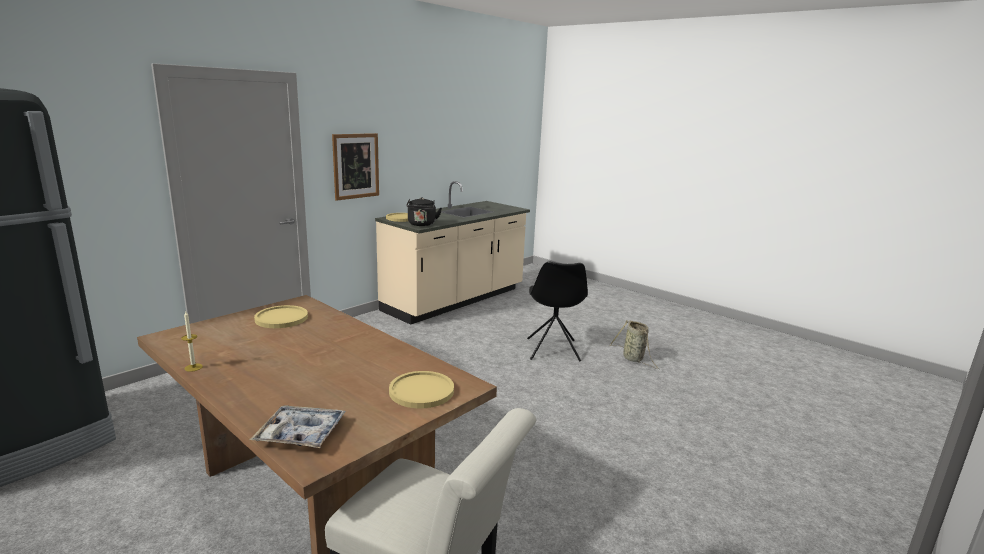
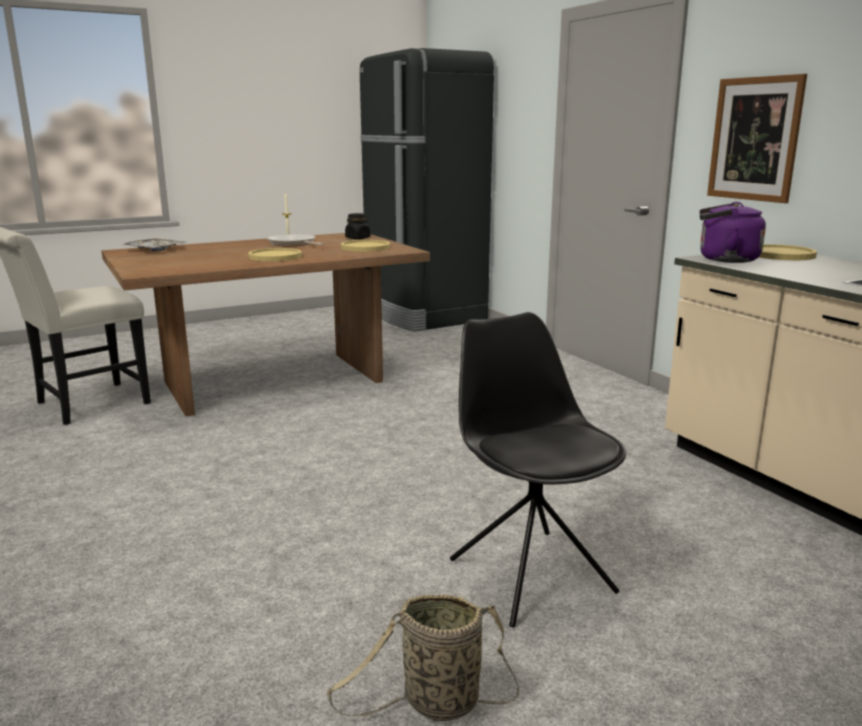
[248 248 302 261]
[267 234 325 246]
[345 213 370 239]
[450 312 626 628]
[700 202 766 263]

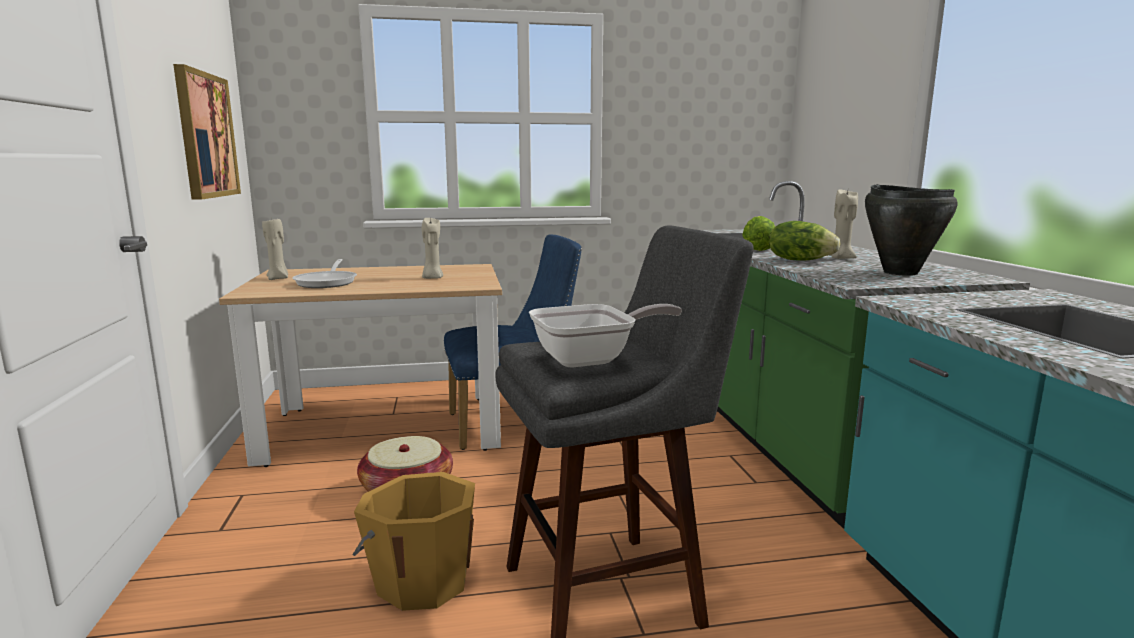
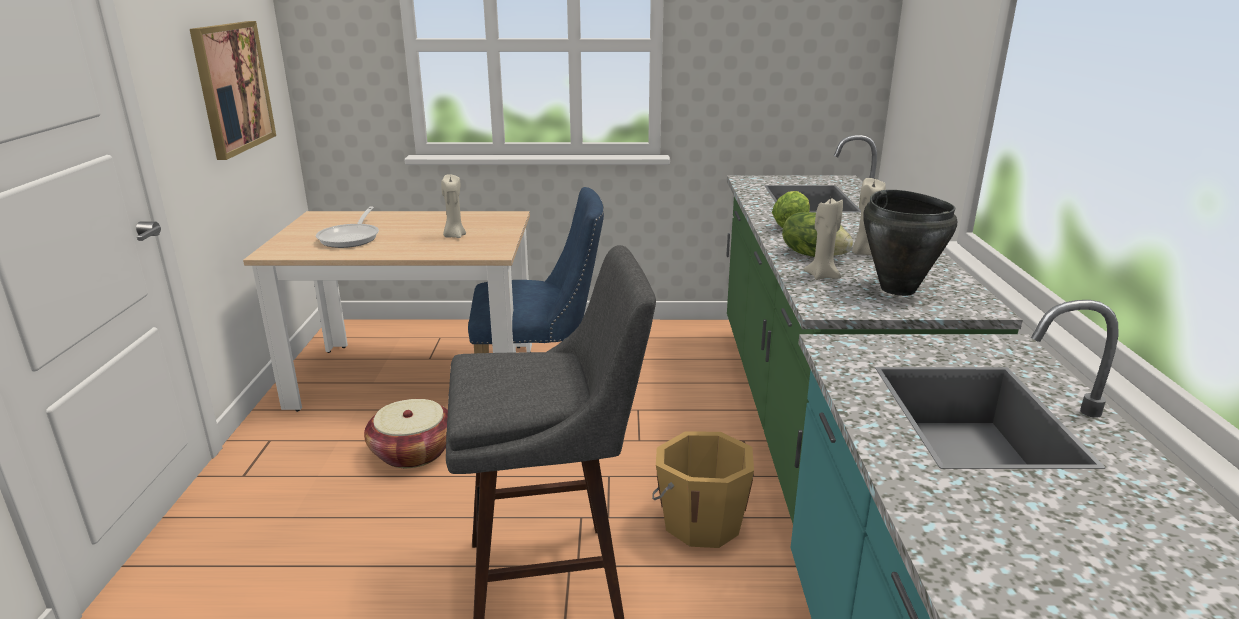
[652 431 754 548]
[803 198 843 280]
[529 304 682 368] (first image)

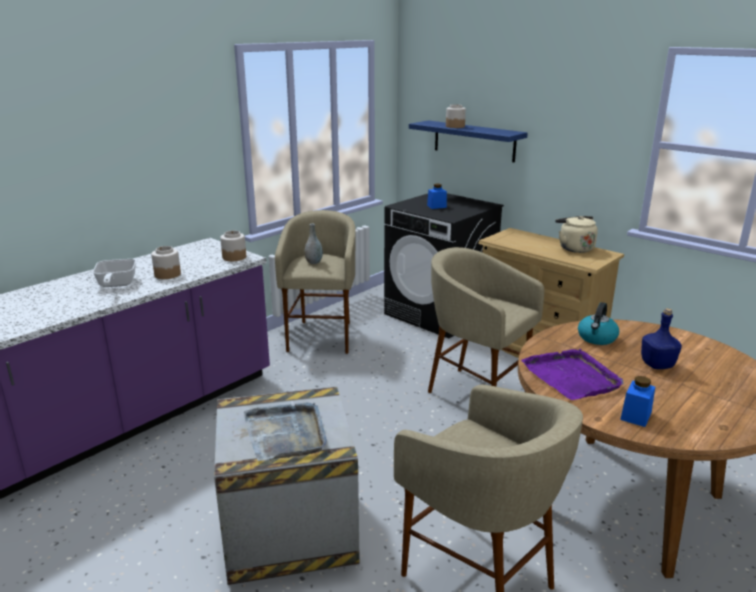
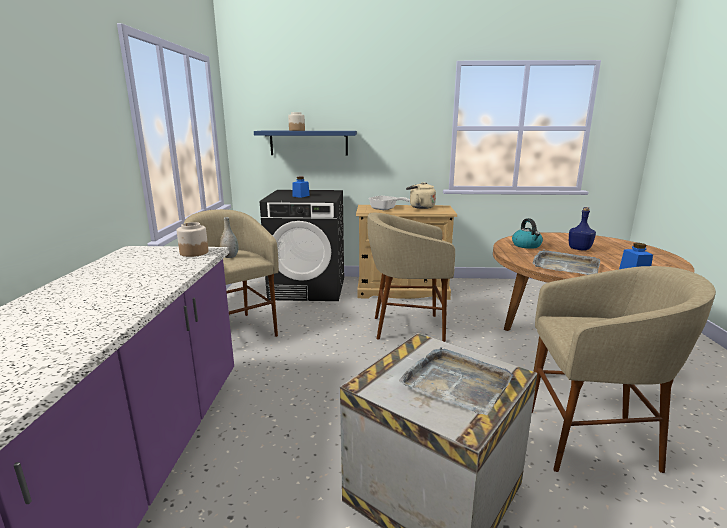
[369 196 410 210]
[533 249 600 275]
[151 246 181 279] (first image)

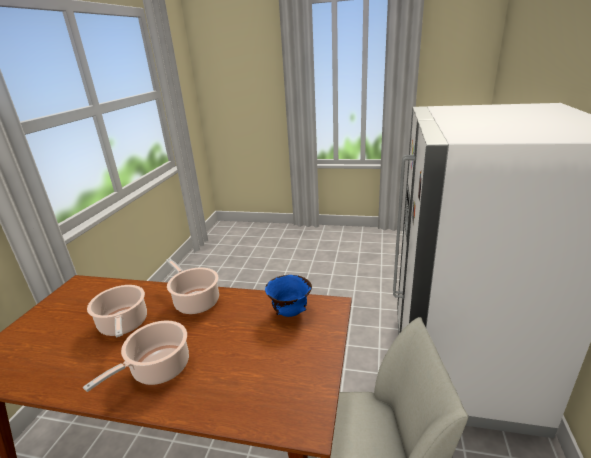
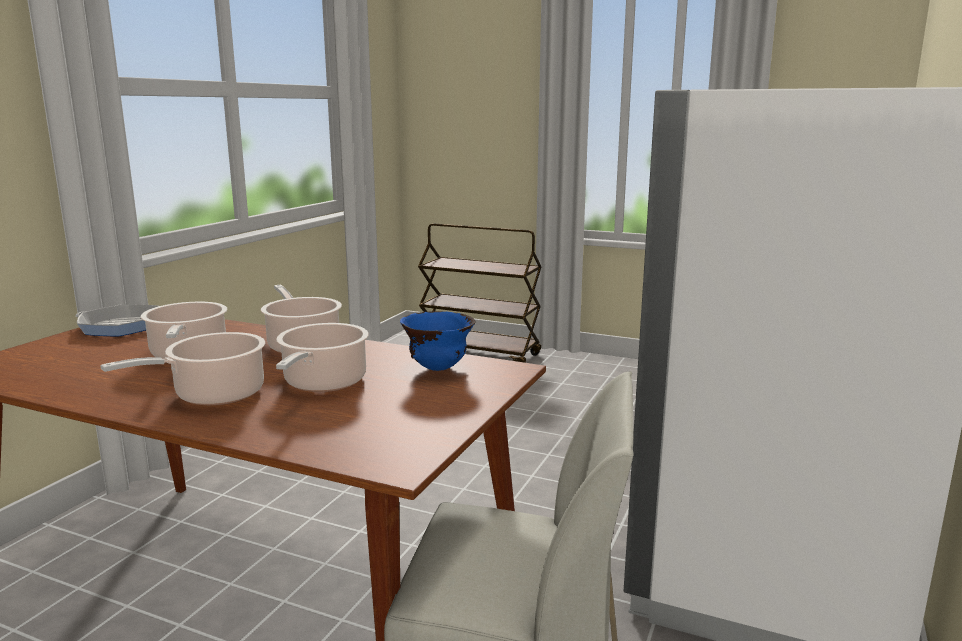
[75 304 158 336]
[276 323 369 392]
[418 224 542 363]

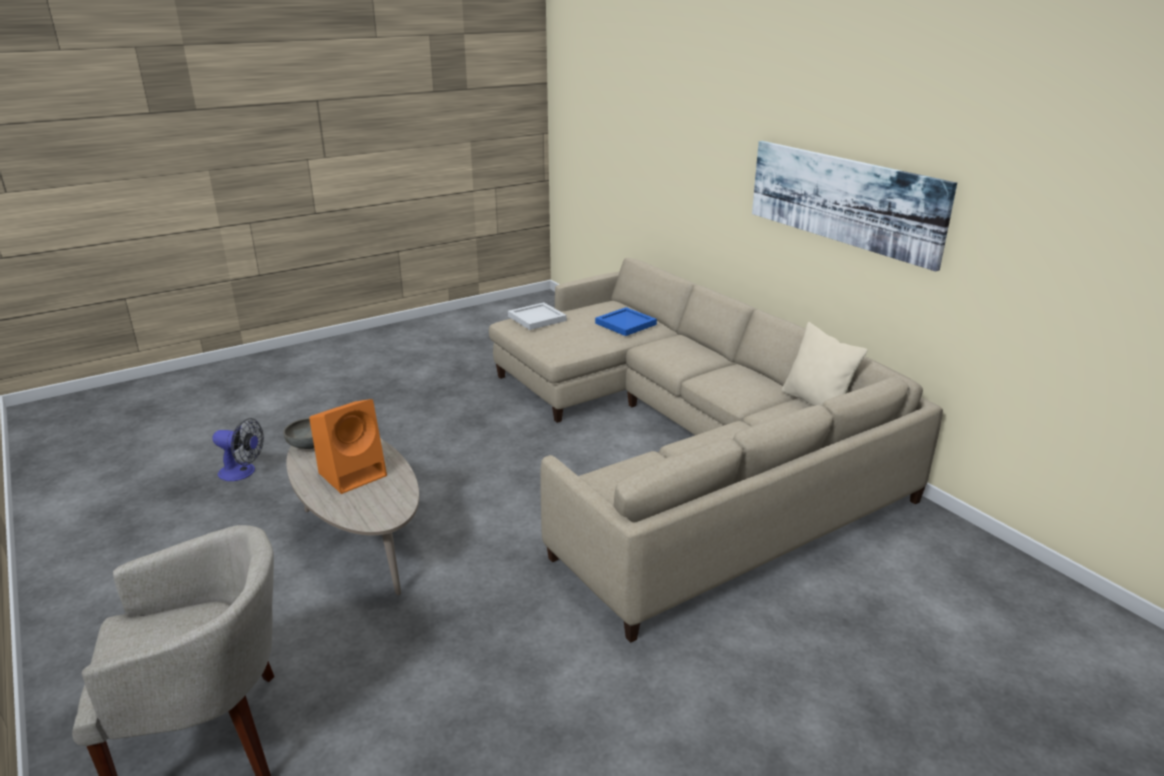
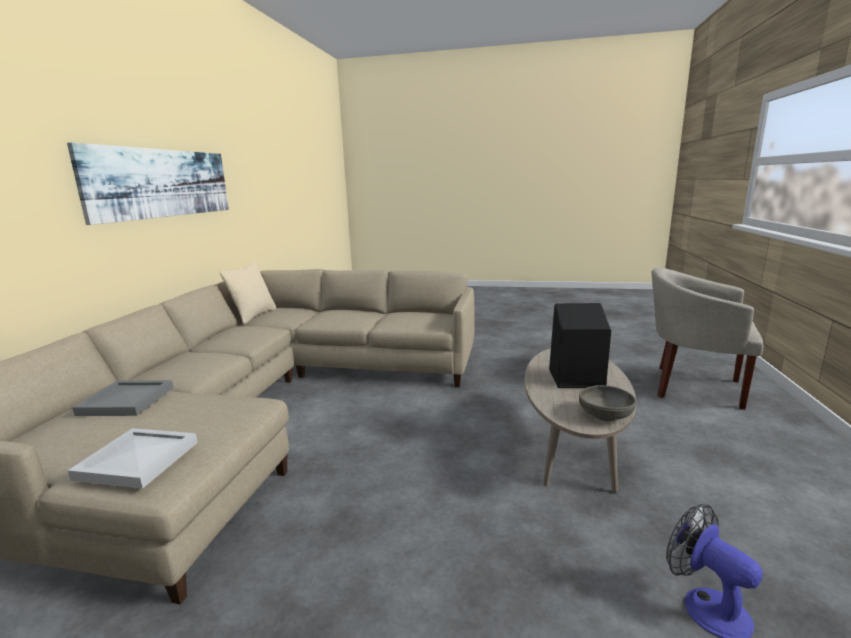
[72 380 174 416]
[549 303 611 388]

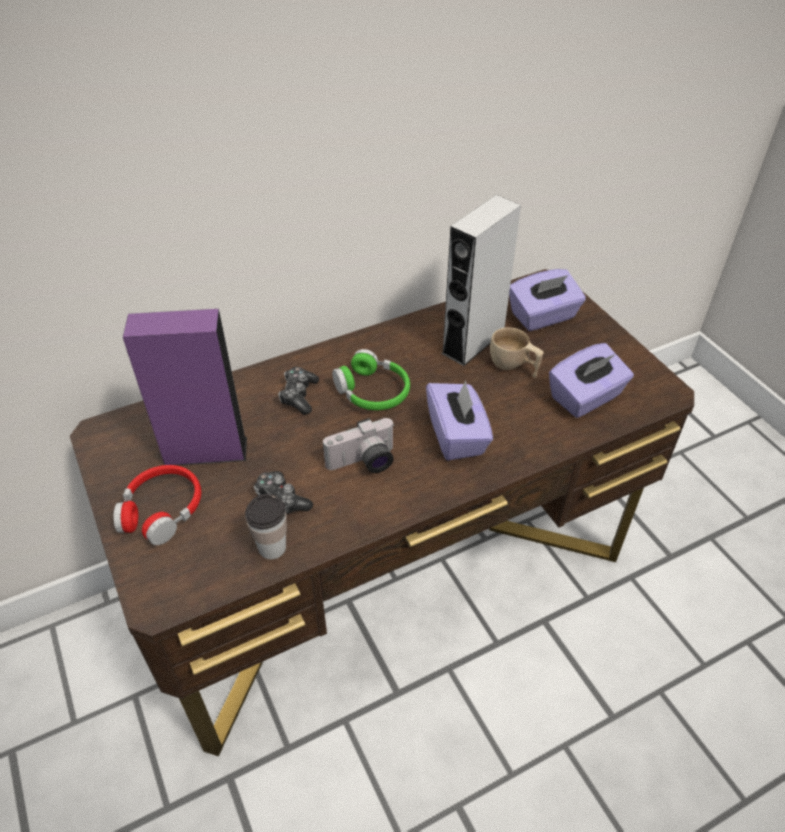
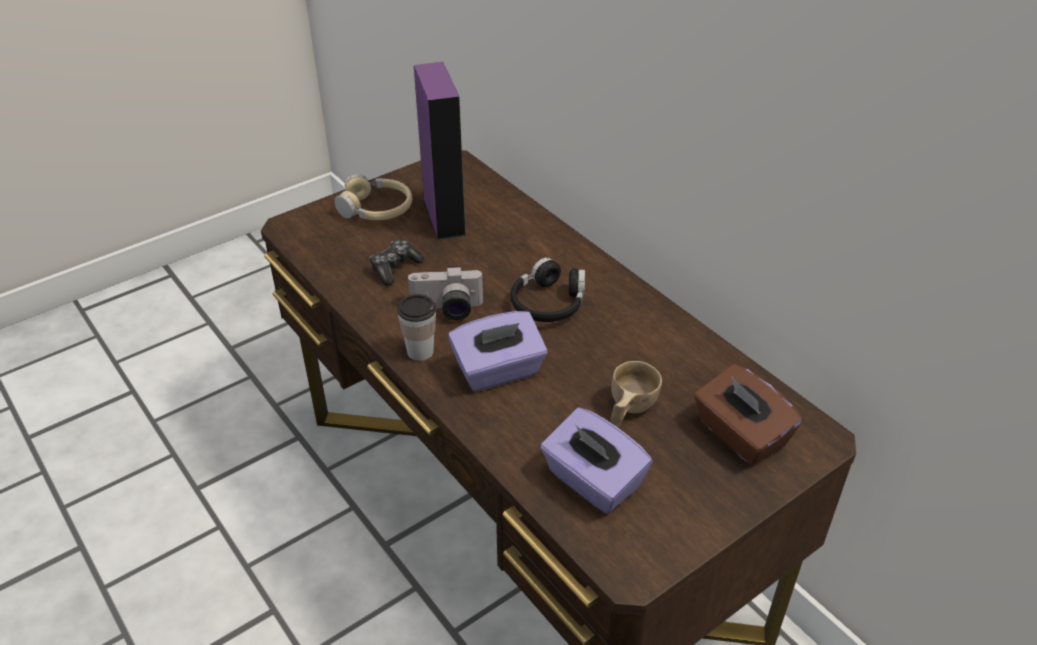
[334 174 412 220]
[397 294 436 361]
[407 266 484 320]
[511 257 585 322]
[694 364 802 465]
[278 367 319 414] (first image)
[441 195 521 366] (first image)

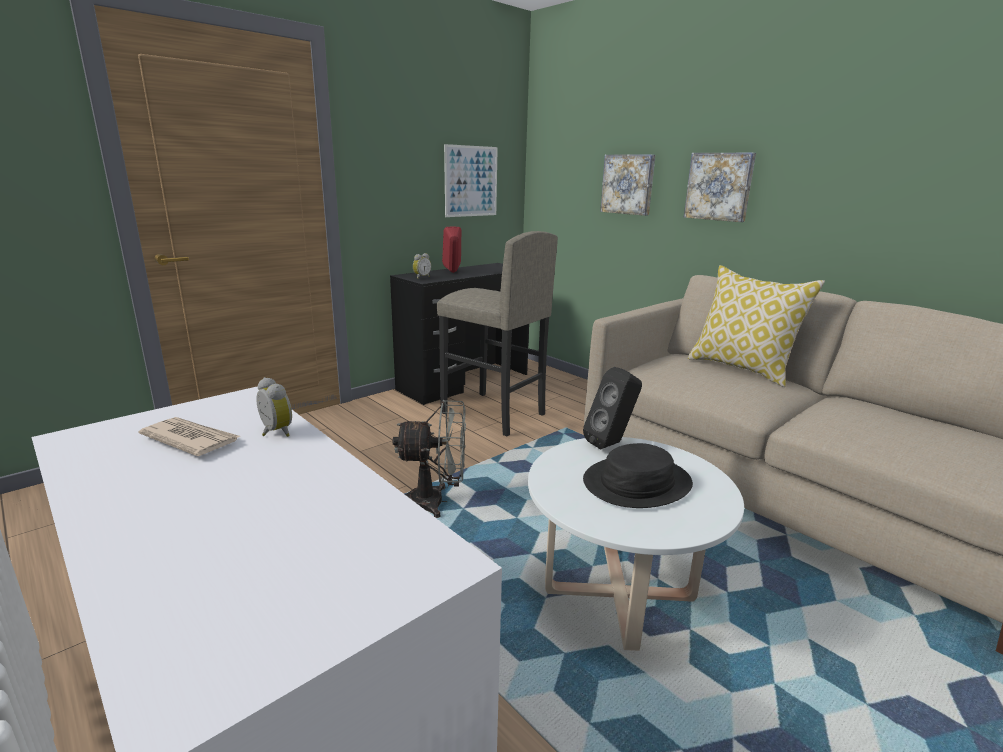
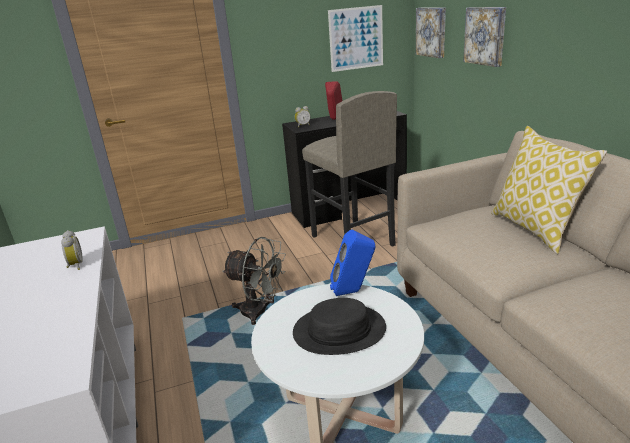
[330 230 375 296]
[416 7 446 58]
[138 417 240 456] (first image)

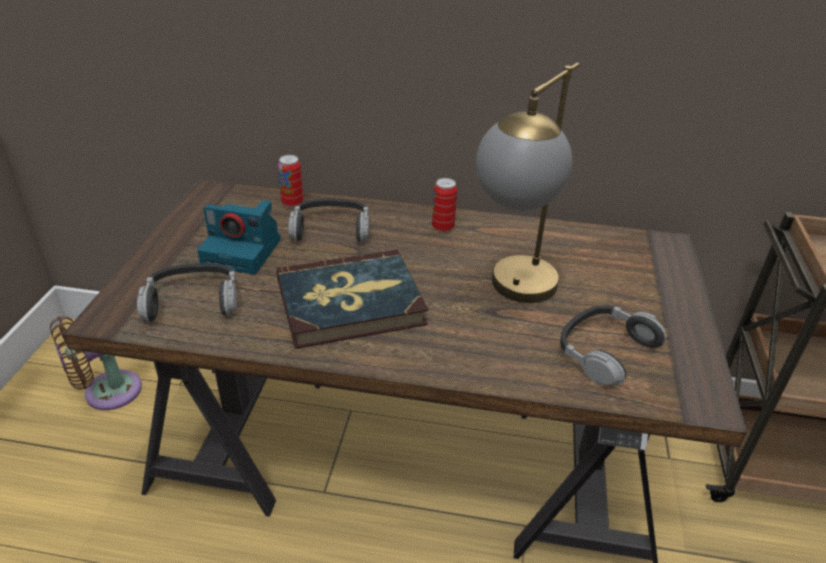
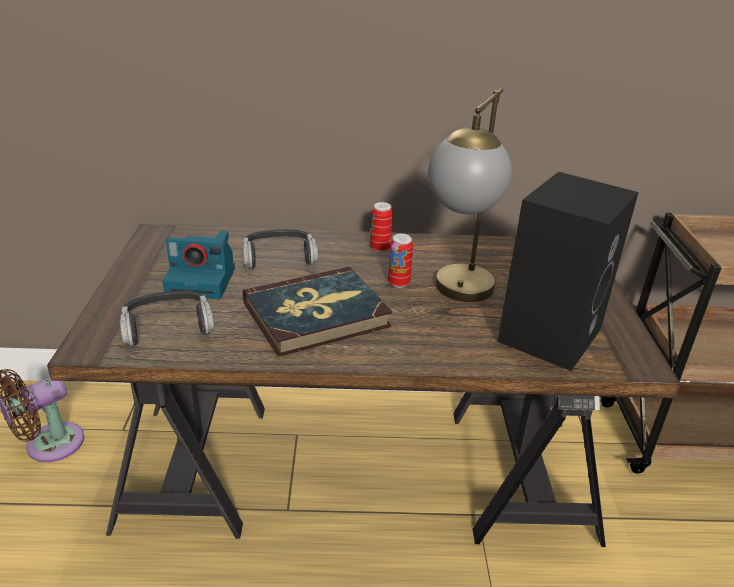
[388 234 413 288]
[497 172 639 371]

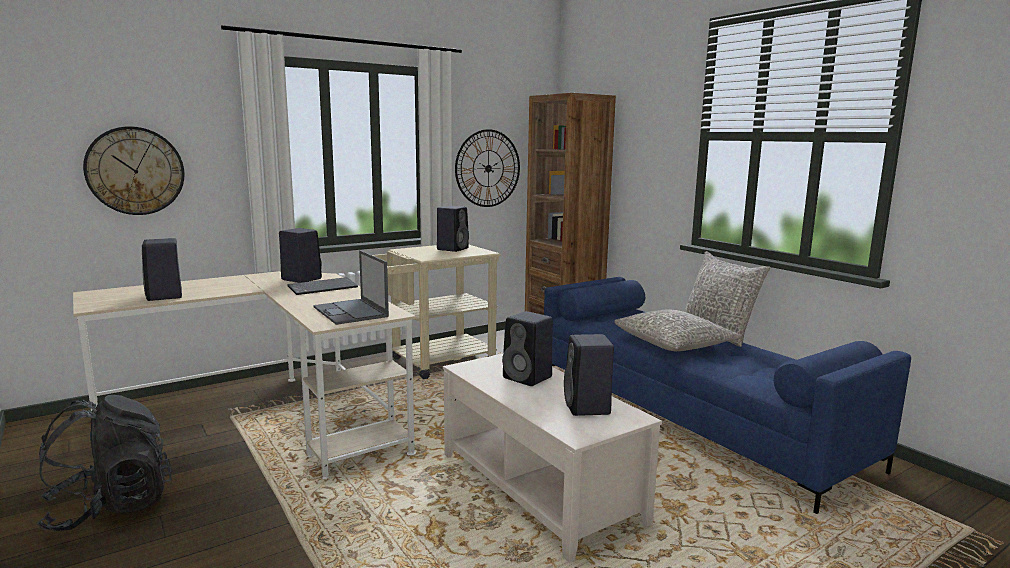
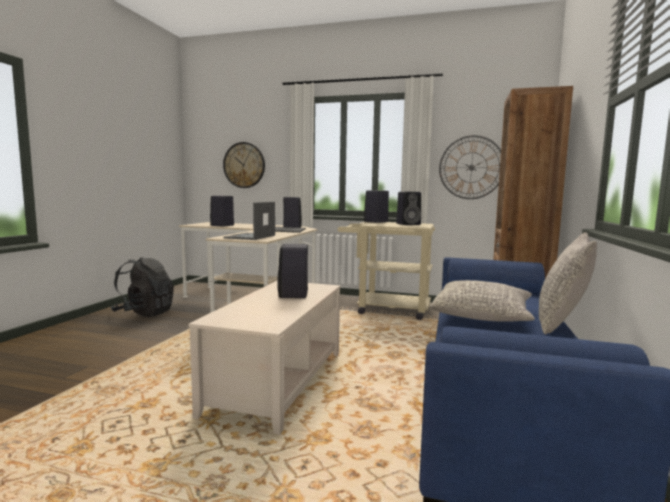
[364 190 389 223]

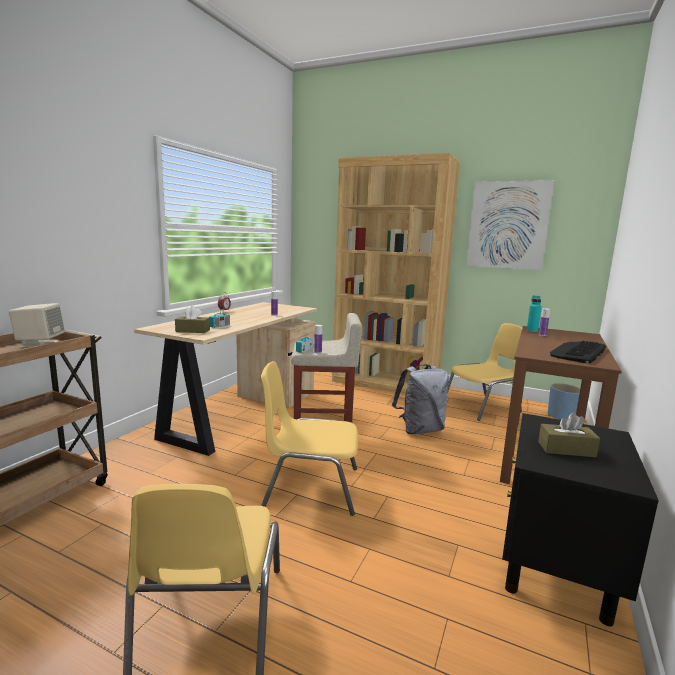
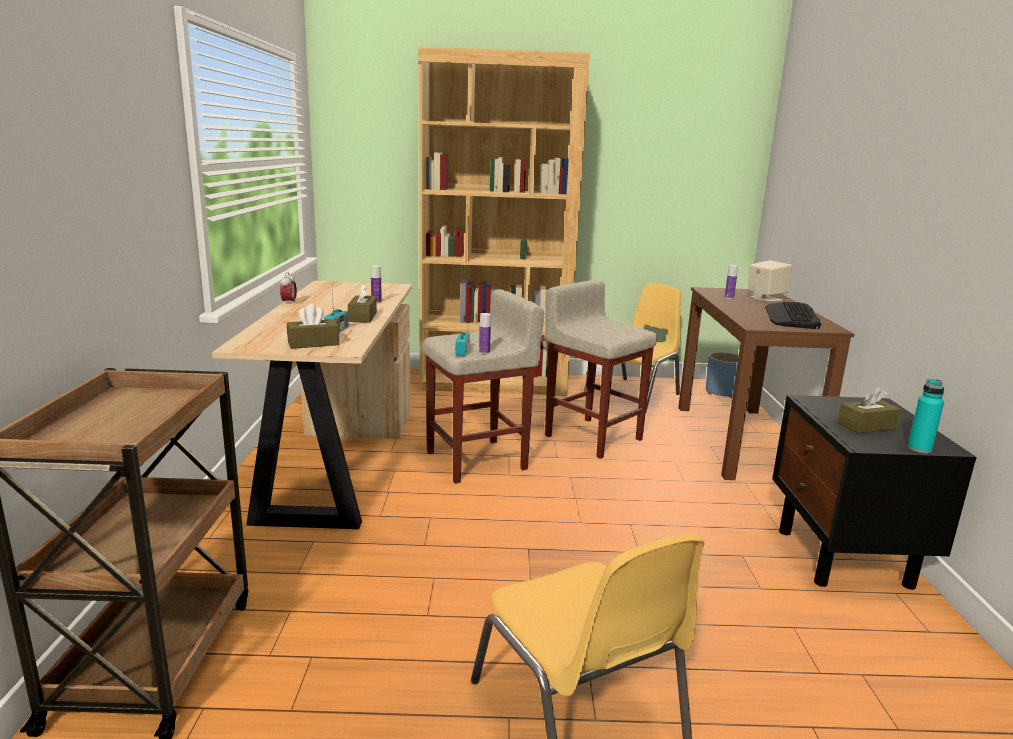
[348 283 377 323]
[545 280 657 459]
[748 260 792 302]
[908 379 944 453]
[261 361 358 516] (first image)
[467 180 554 270] (first image)

